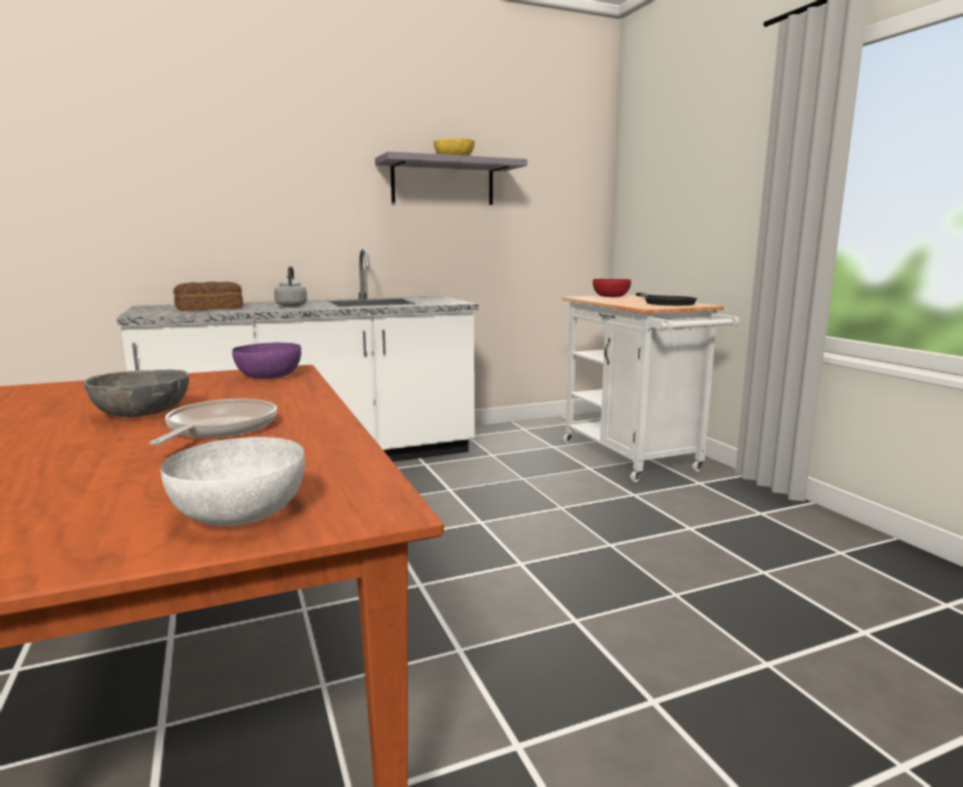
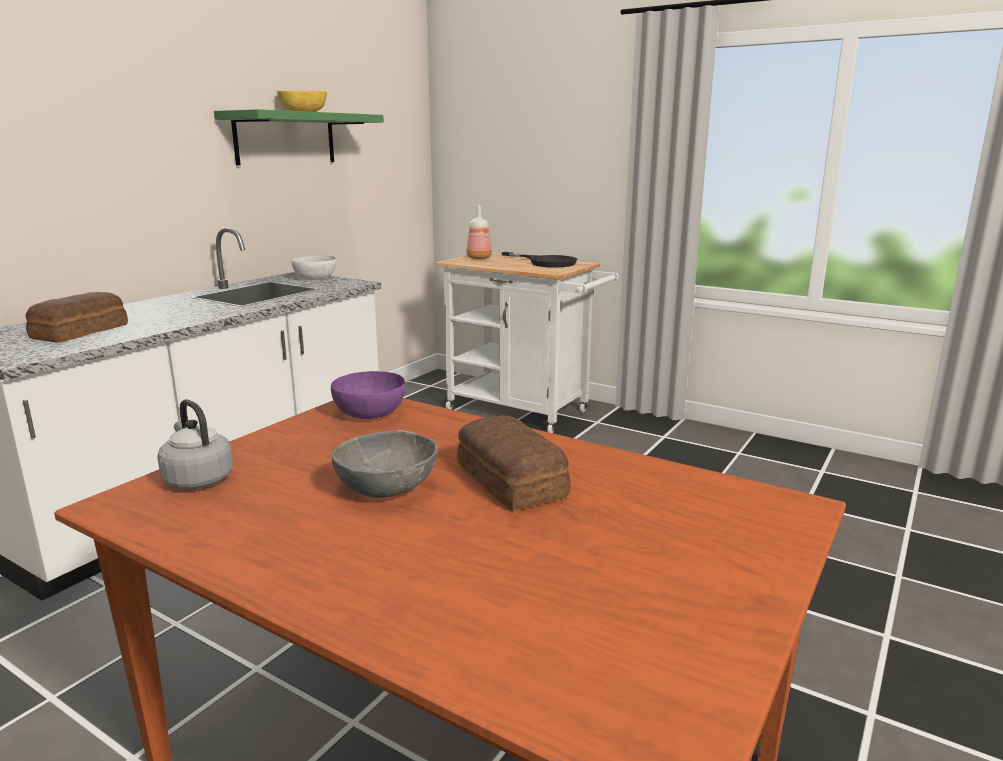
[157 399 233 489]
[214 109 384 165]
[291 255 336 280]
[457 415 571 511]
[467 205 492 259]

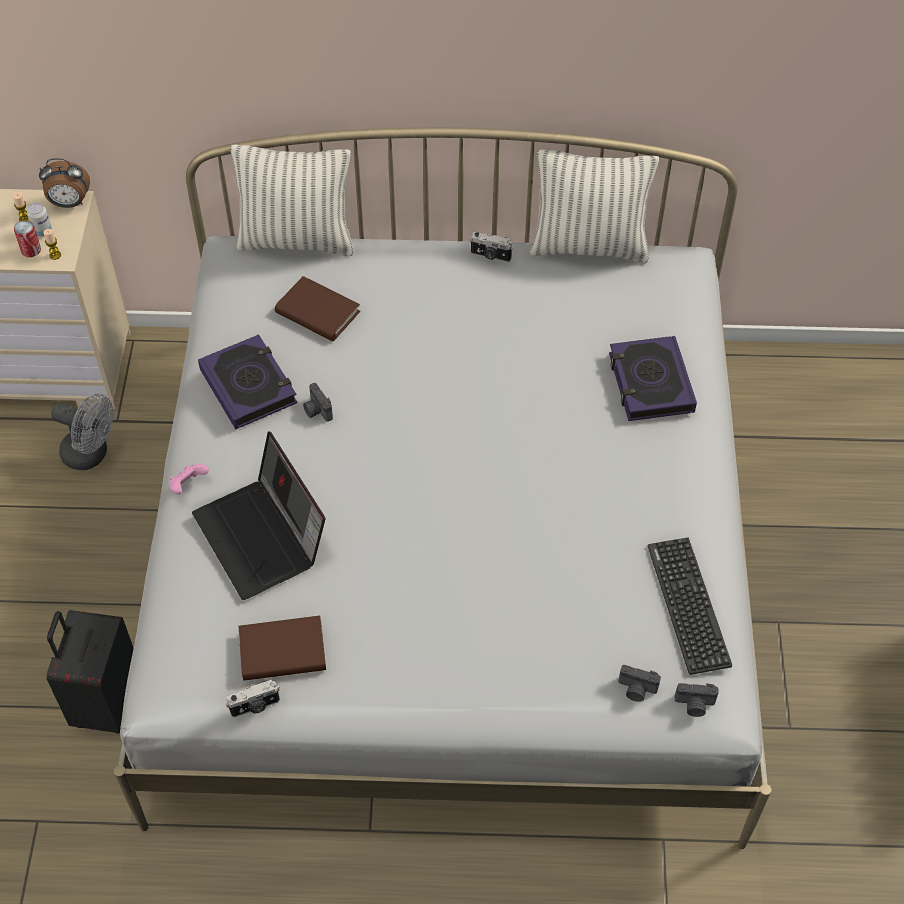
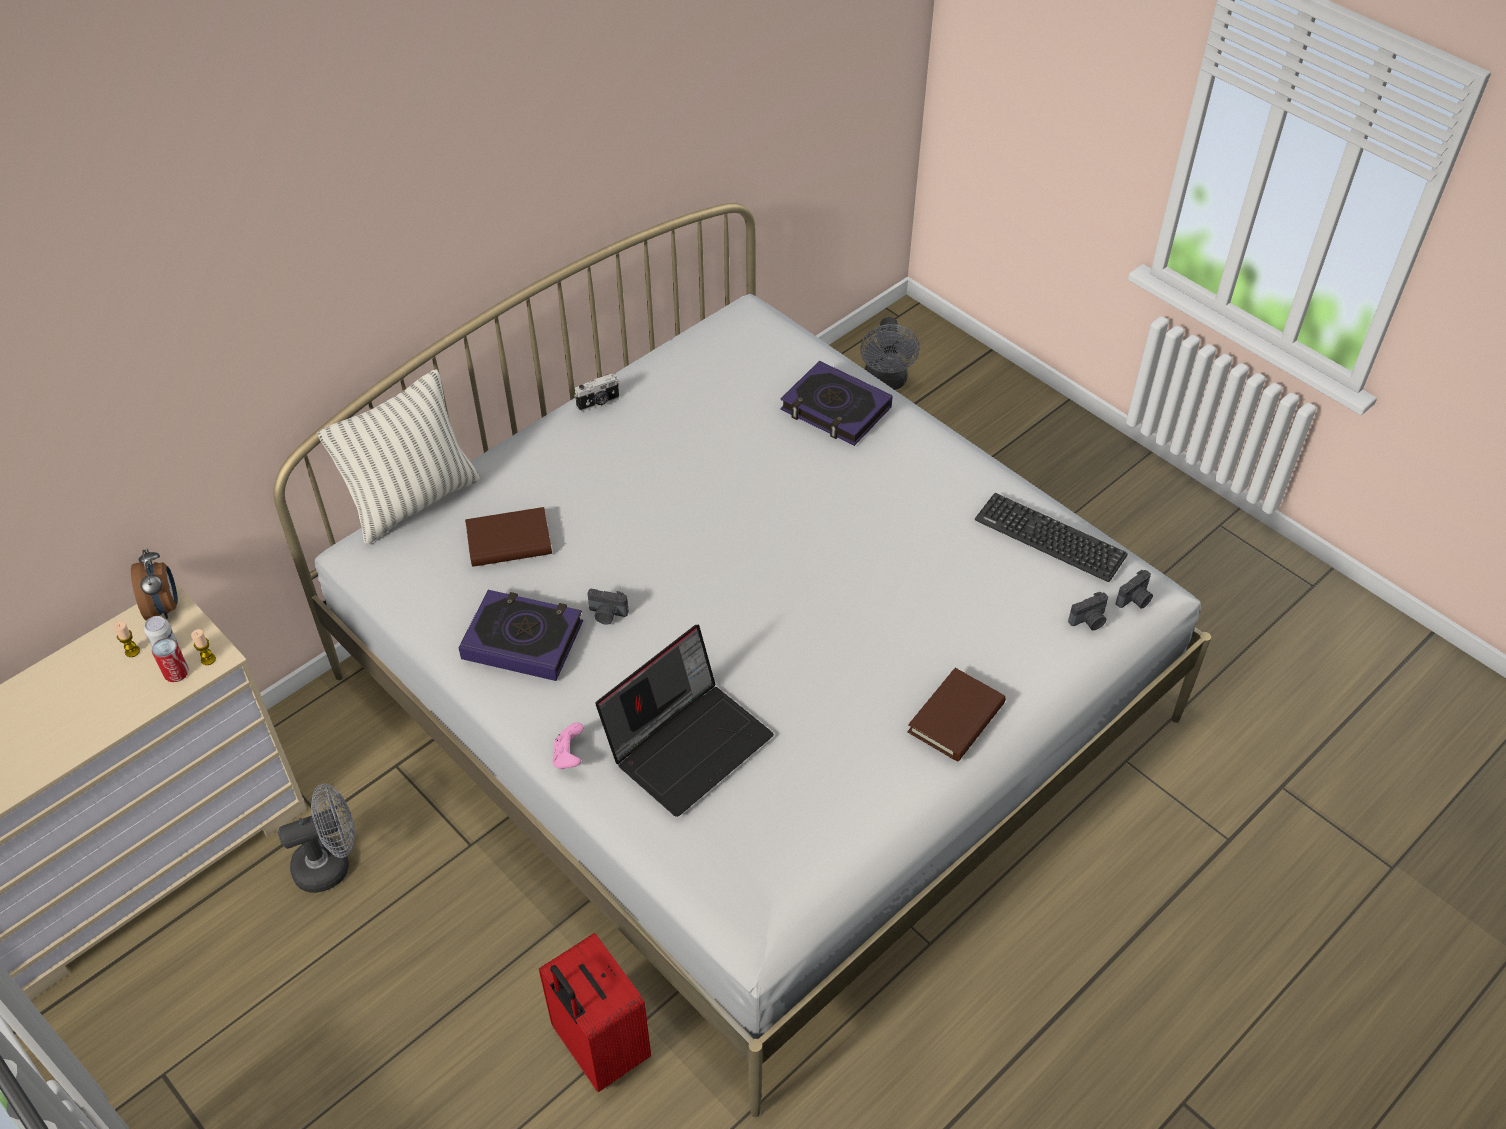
[131 549 178 621]
[539 933 651 1092]
[595 625 774 817]
[860 317 920 390]
[907 668 1006 762]
[226 680 280 718] (first image)
[530 149 659 263] (first image)

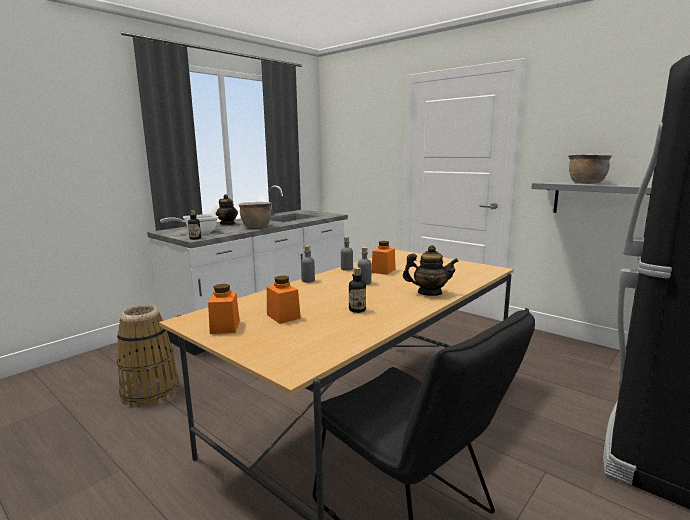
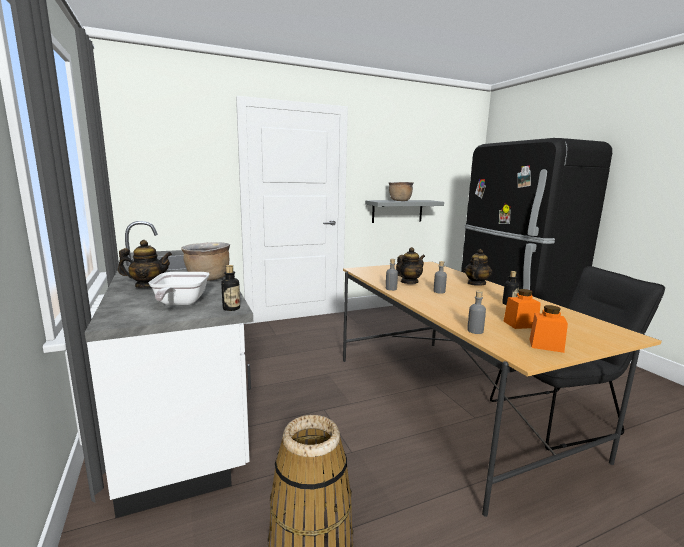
[396 247 425 284]
[467 291 486 334]

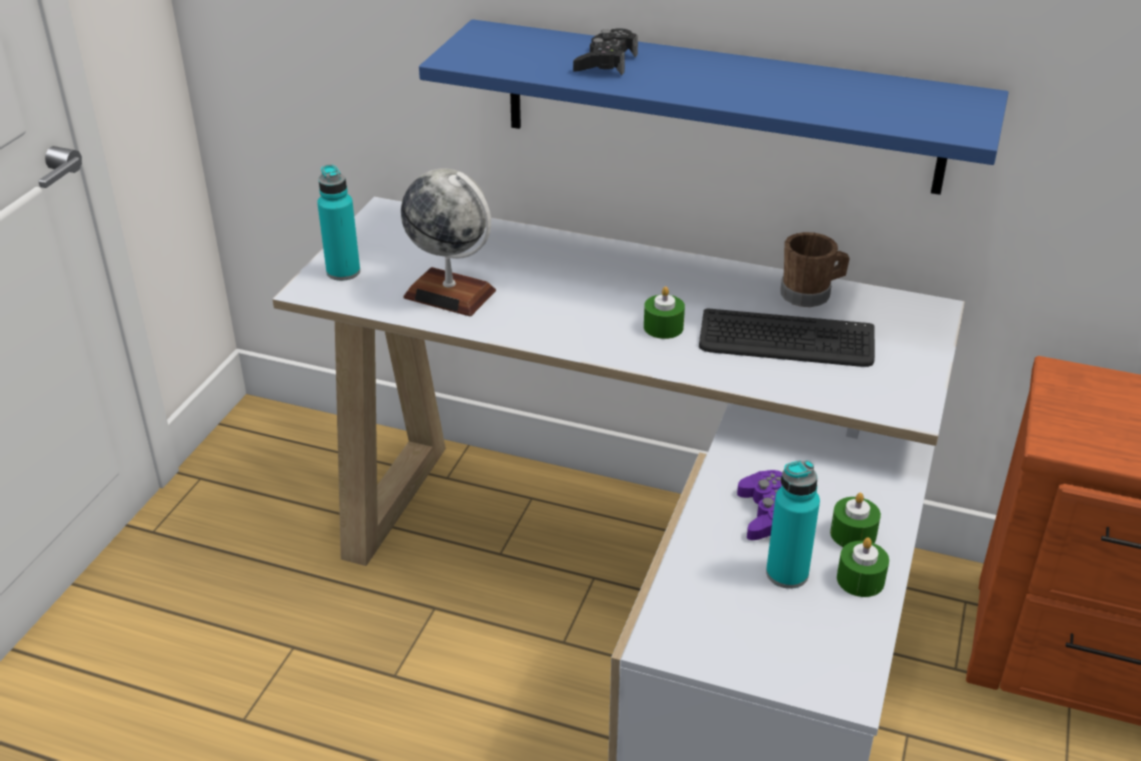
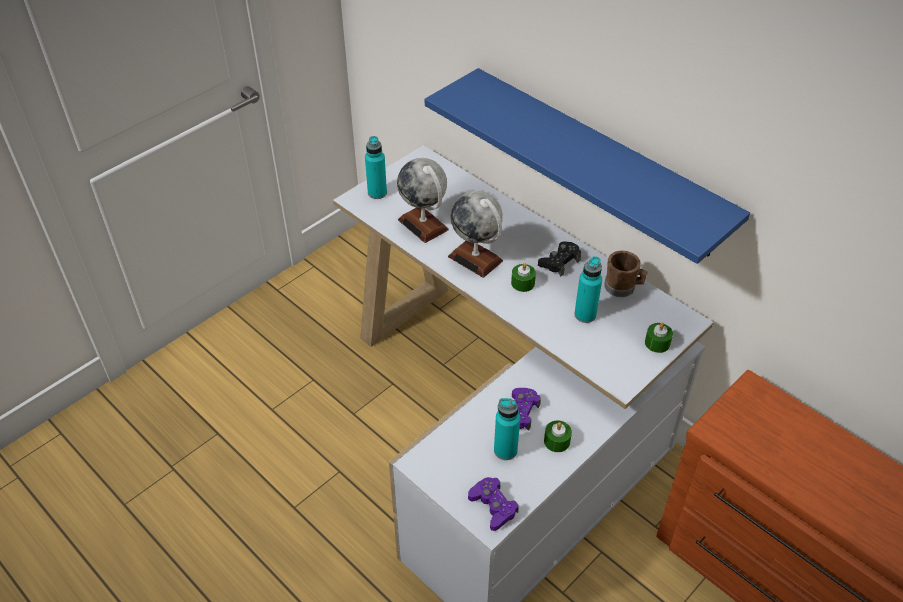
[448 191 503 278]
[468 477 519 531]
[538 241 581 277]
[574 256 602 323]
[645 322 673 353]

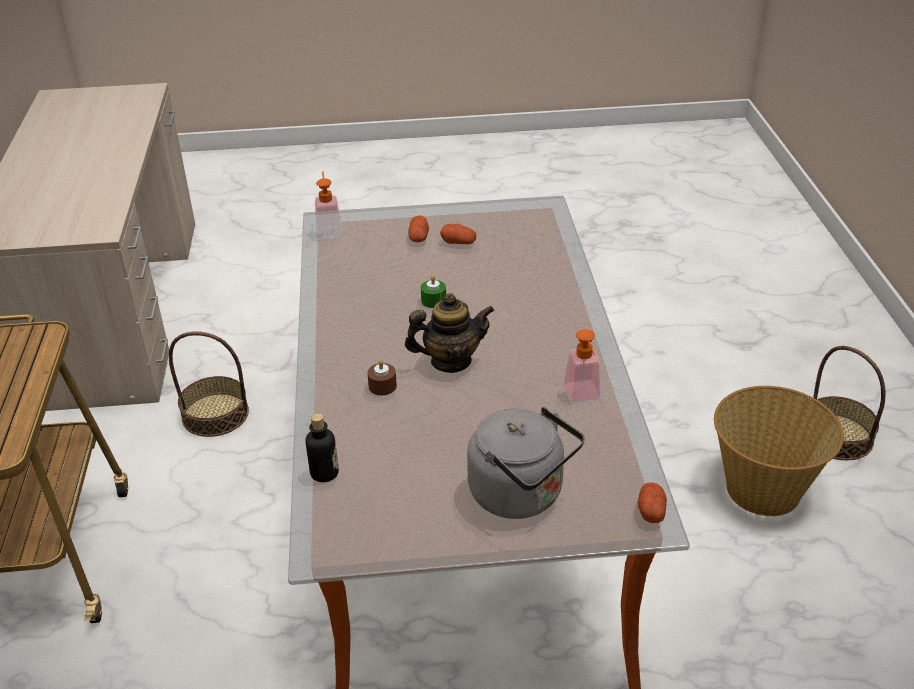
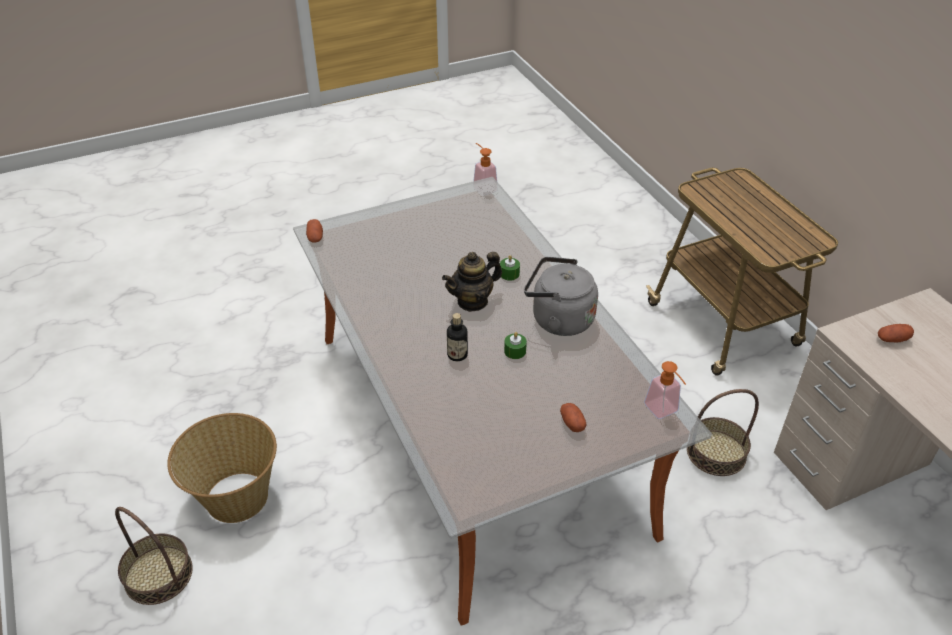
[447 313 468 361]
[473 143 498 196]
[500 255 520 281]
[524 257 598 336]
[878 324 914 343]

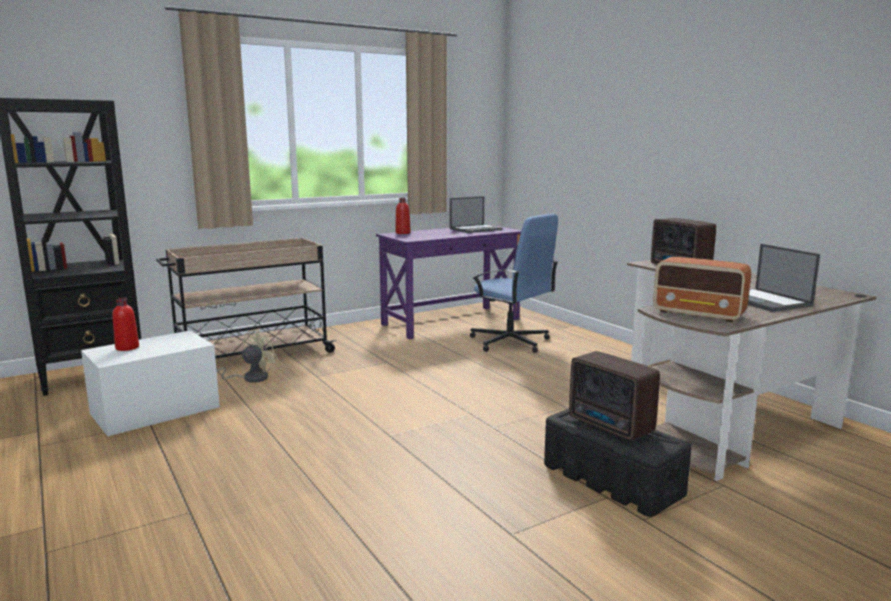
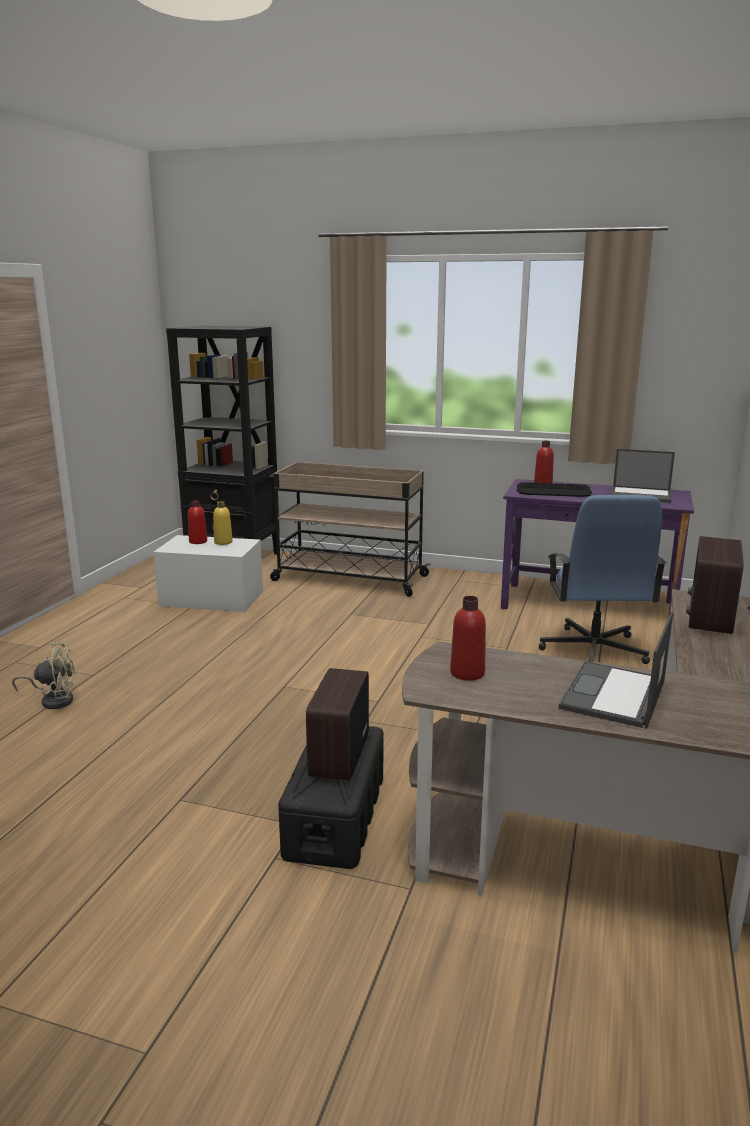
[12 642 76 709]
[213 501 233 545]
[450 596 486 681]
[516 482 592 497]

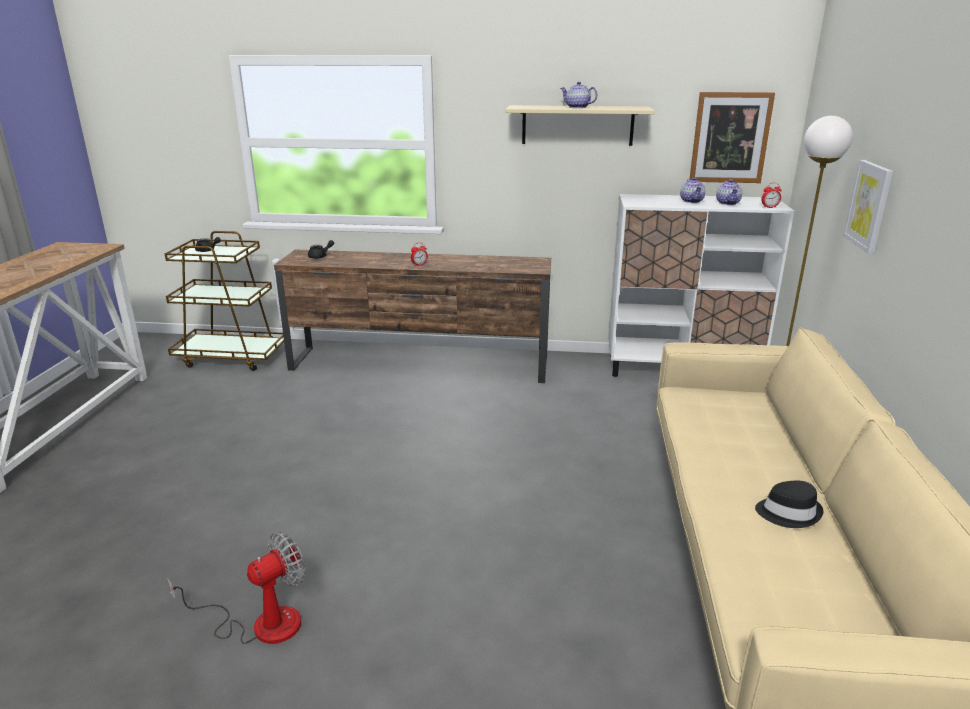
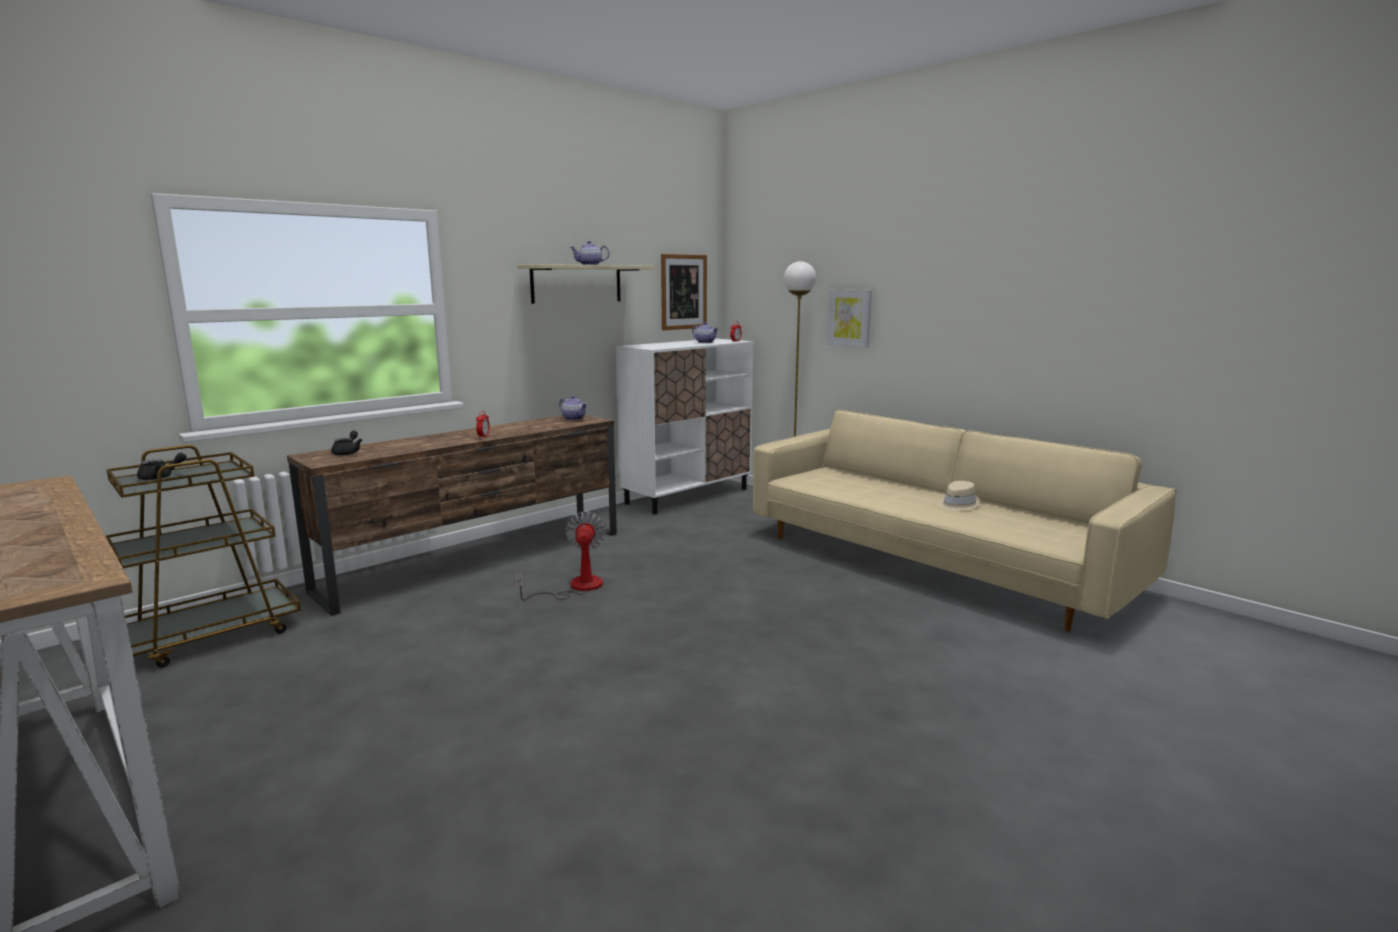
[514 511 606 601]
[559 396 588 420]
[938 481 980 510]

